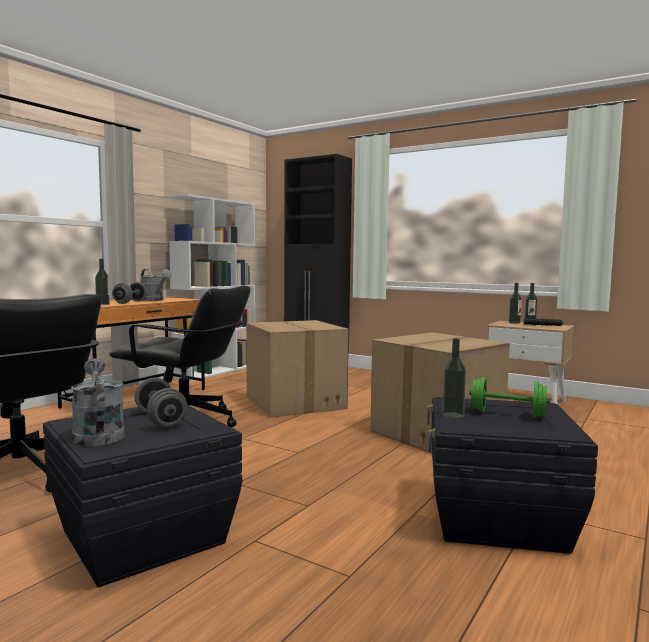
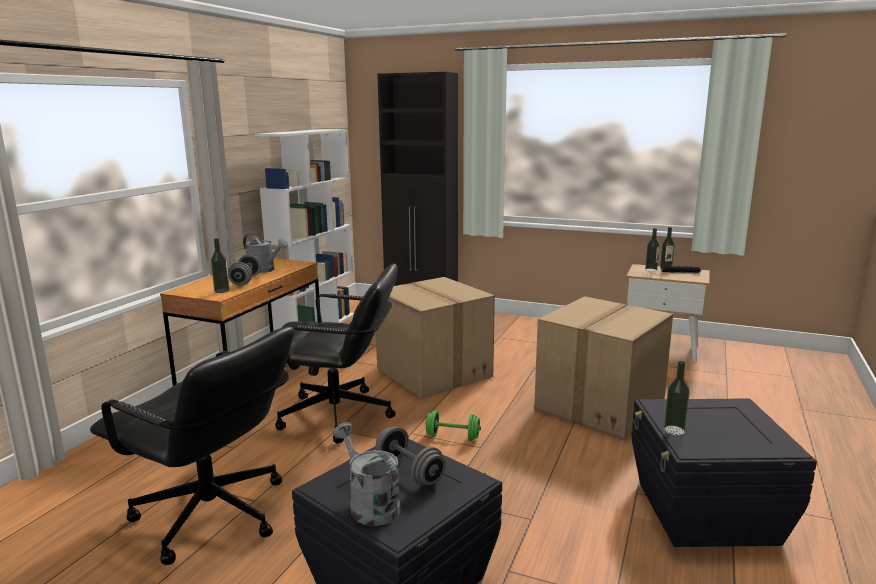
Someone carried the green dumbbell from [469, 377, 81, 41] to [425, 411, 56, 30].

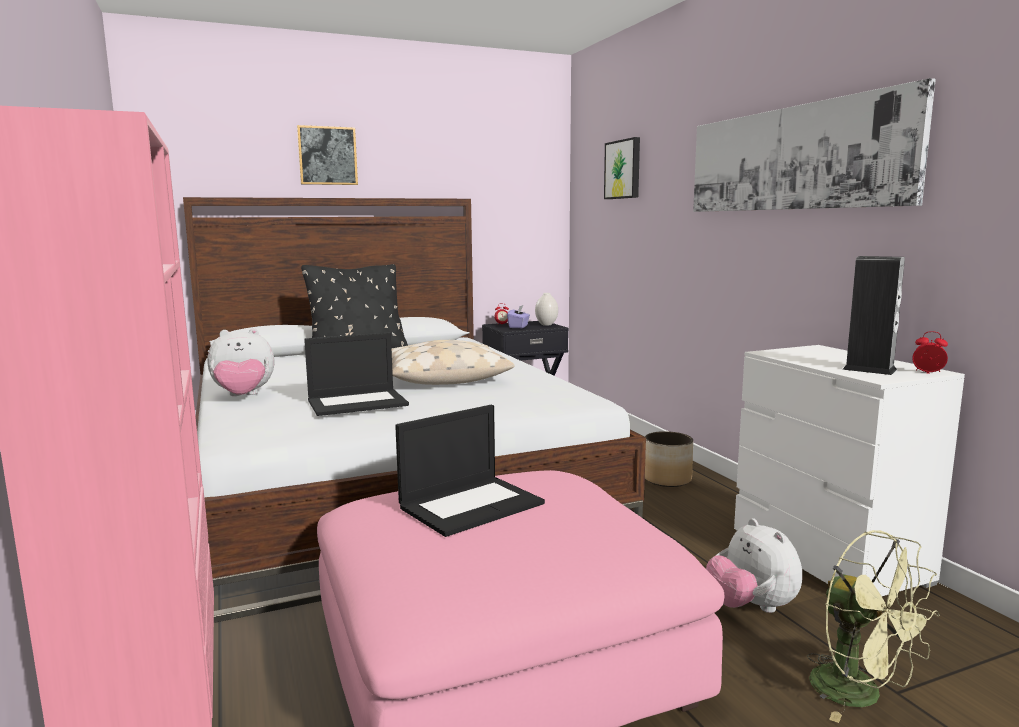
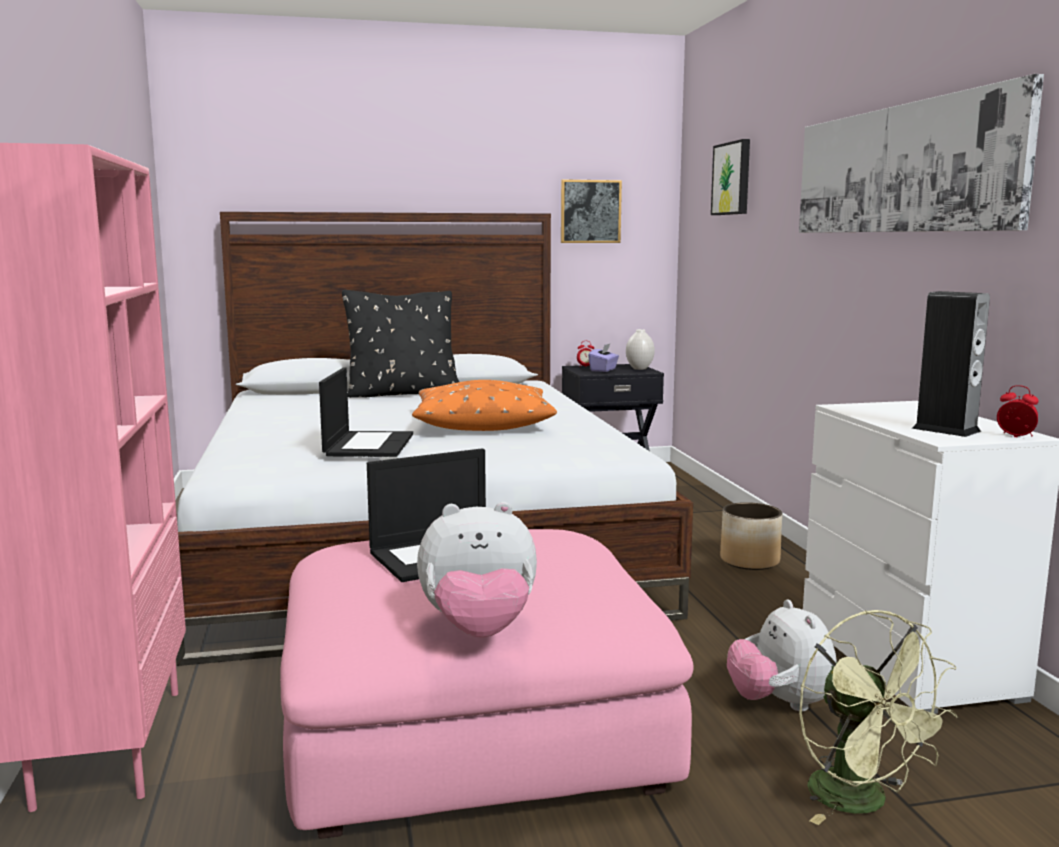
Someone rotated the laptop at [304, 333, 105, 83] by 75 degrees counterclockwise.
Someone repainted the beige pillow at [392, 340, 122, 45], which became the orange pillow at [412, 380, 145, 51].
Someone carried the plush toy from [207, 328, 67, 68] to [417, 502, 120, 136].
Someone carried the picture from [297, 125, 61, 60] to [561, 179, 61, 64].

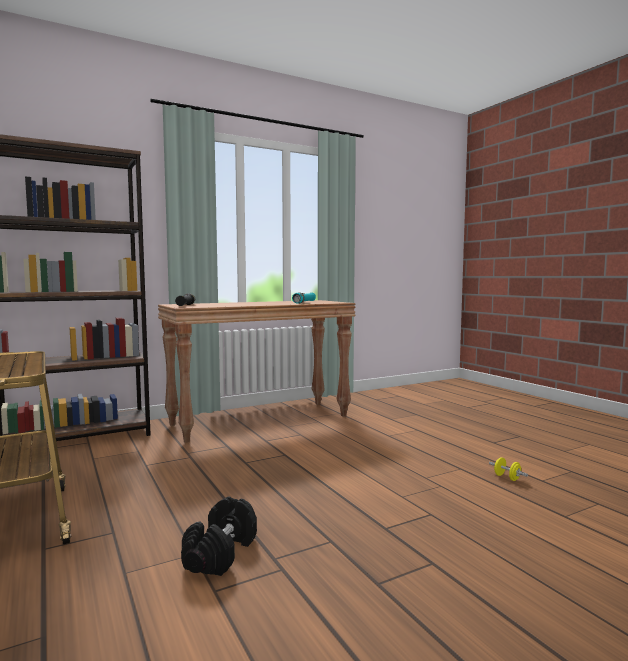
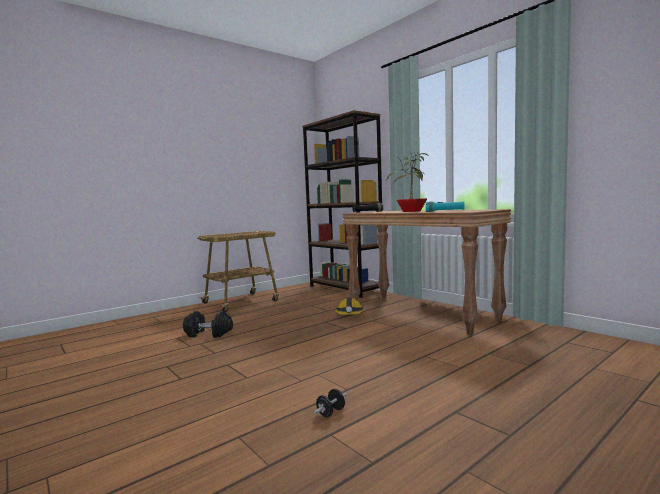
Someone repainted the yellow dumbbell at [489, 457, 39, 24], which became the black dumbbell at [314, 389, 33, 28].
Someone put down the hard hat at [335, 298, 30, 17].
Someone put down the potted plant at [386, 151, 43, 61].

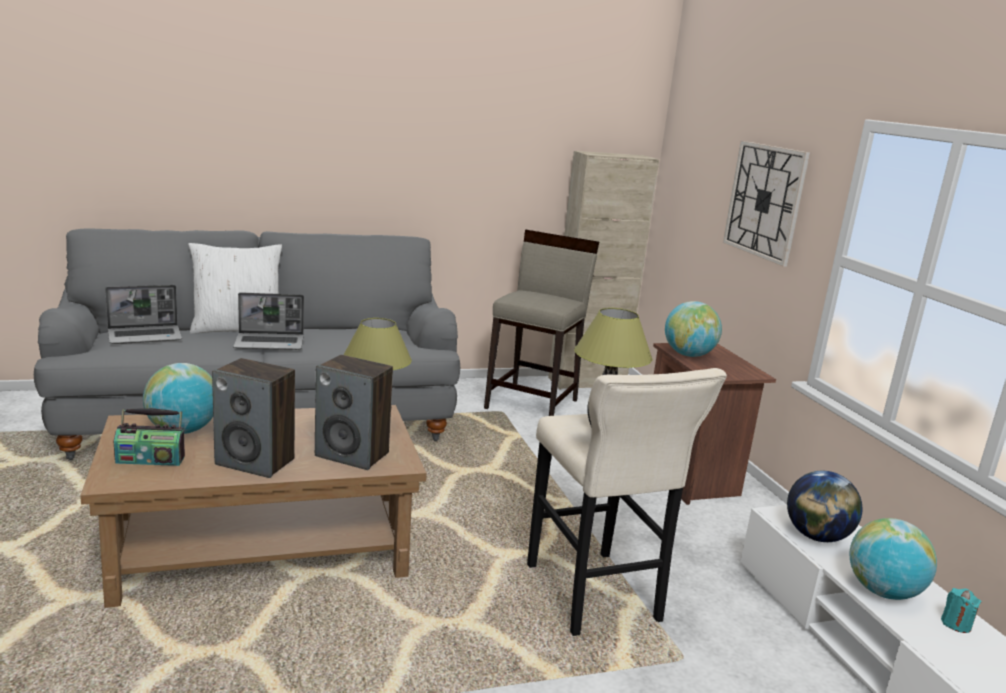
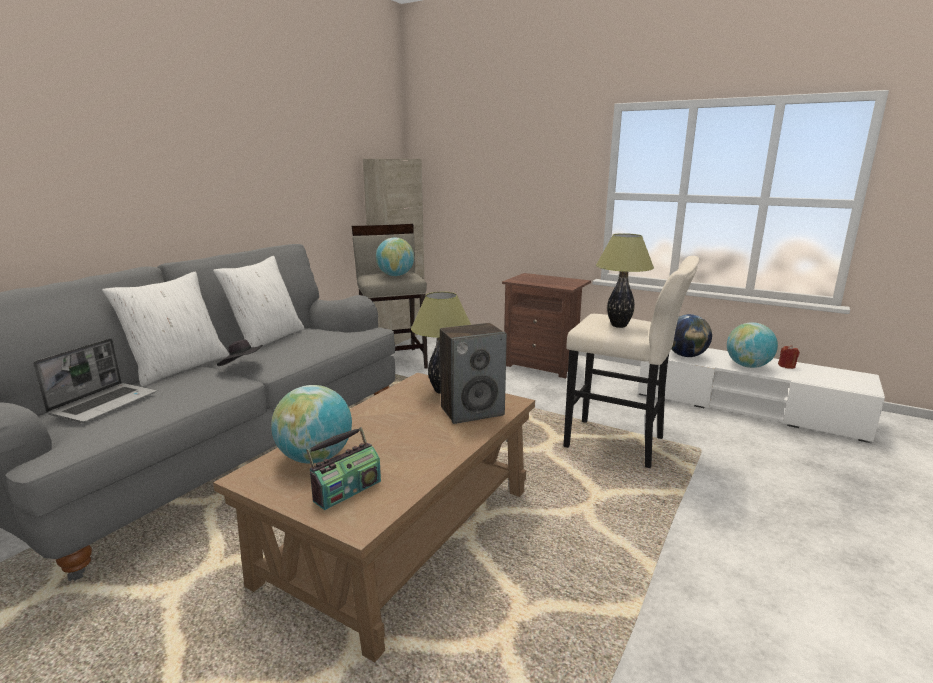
Someone put down the white pillow at [213, 256, 92, 91].
Someone swapped the laptop at [233, 292, 71, 58] for the black hat at [217, 340, 46, 26].
Someone carried the globe from [665, 301, 57, 56] to [376, 237, 38, 39].
Someone repainted the turquoise candle at [941, 588, 40, 45], which became the red candle at [778, 345, 22, 24].
Someone took away the speaker at [212, 358, 83, 120].
Someone took away the wall clock at [723, 141, 87, 126].

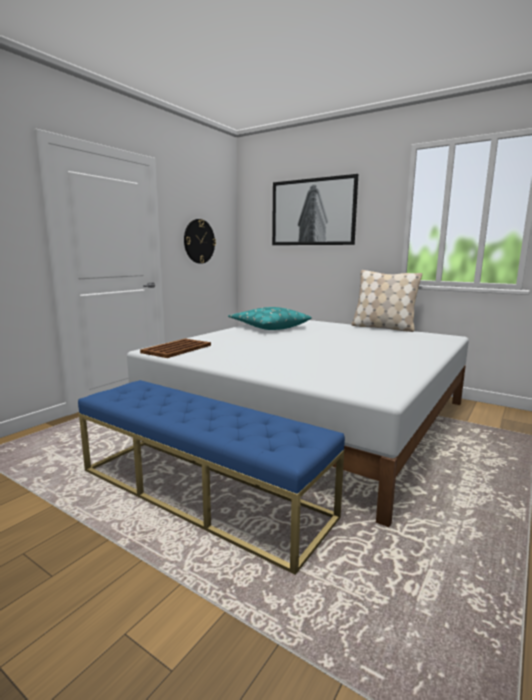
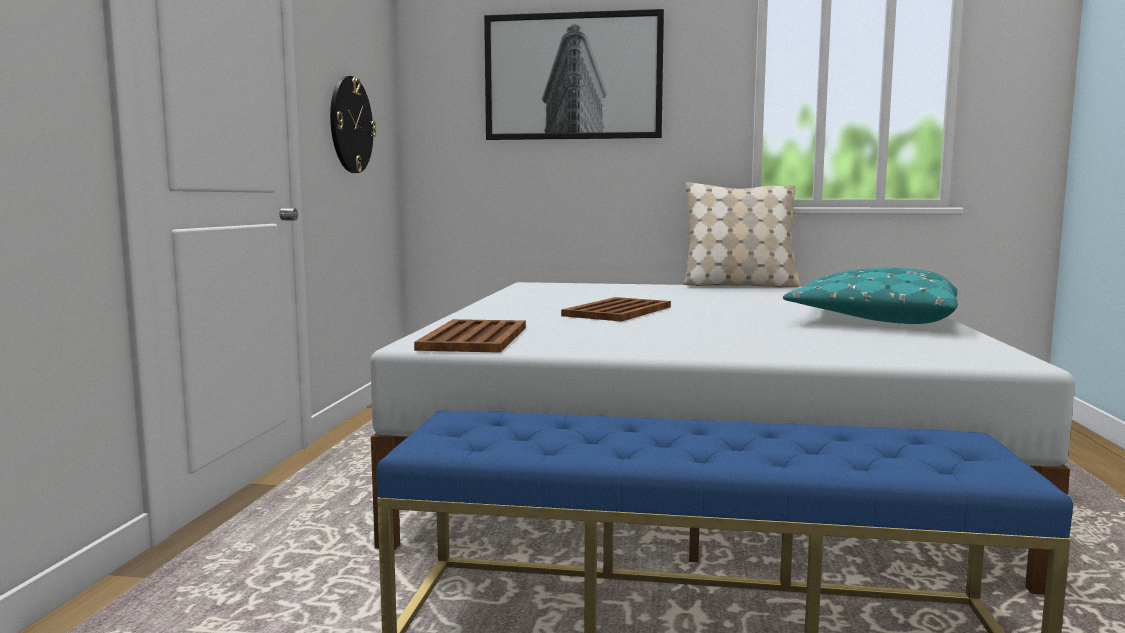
Someone put down the brown tray at [561, 297, 110, 24].
Someone carried the turquoise pillow from [228, 307, 84, 23] to [783, 268, 175, 56].

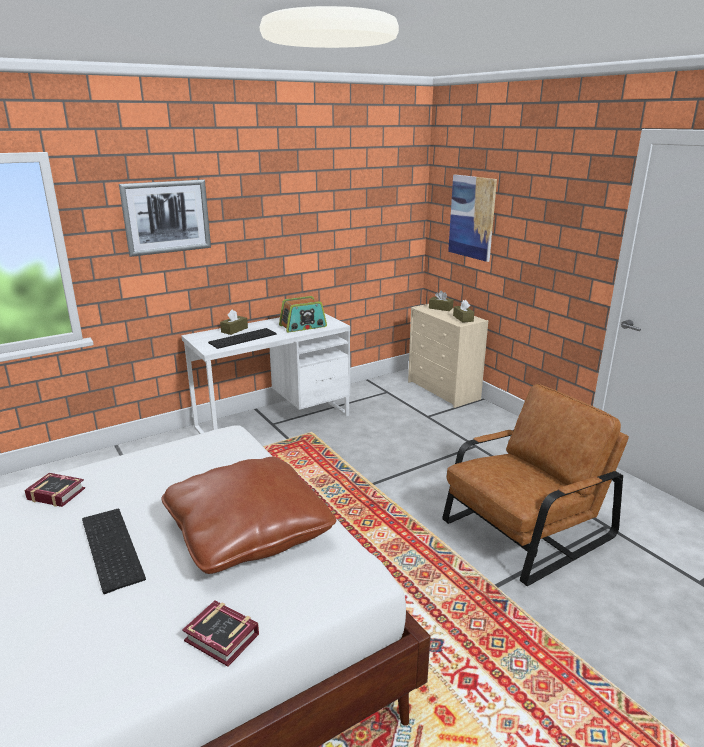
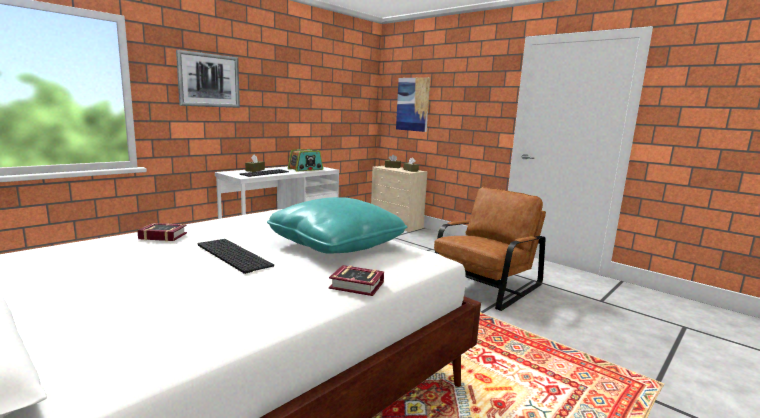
Someone repainted the brown pillow at [161, 457, 175, 117], which became the turquoise pillow at [267, 197, 140, 56].

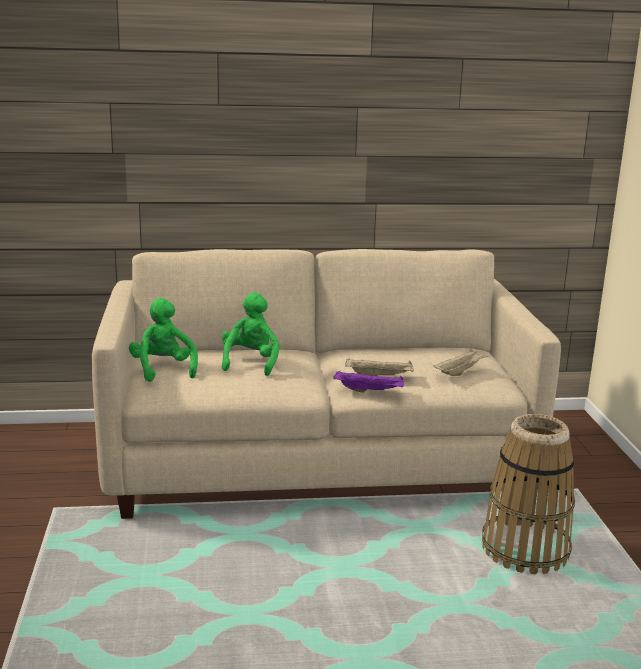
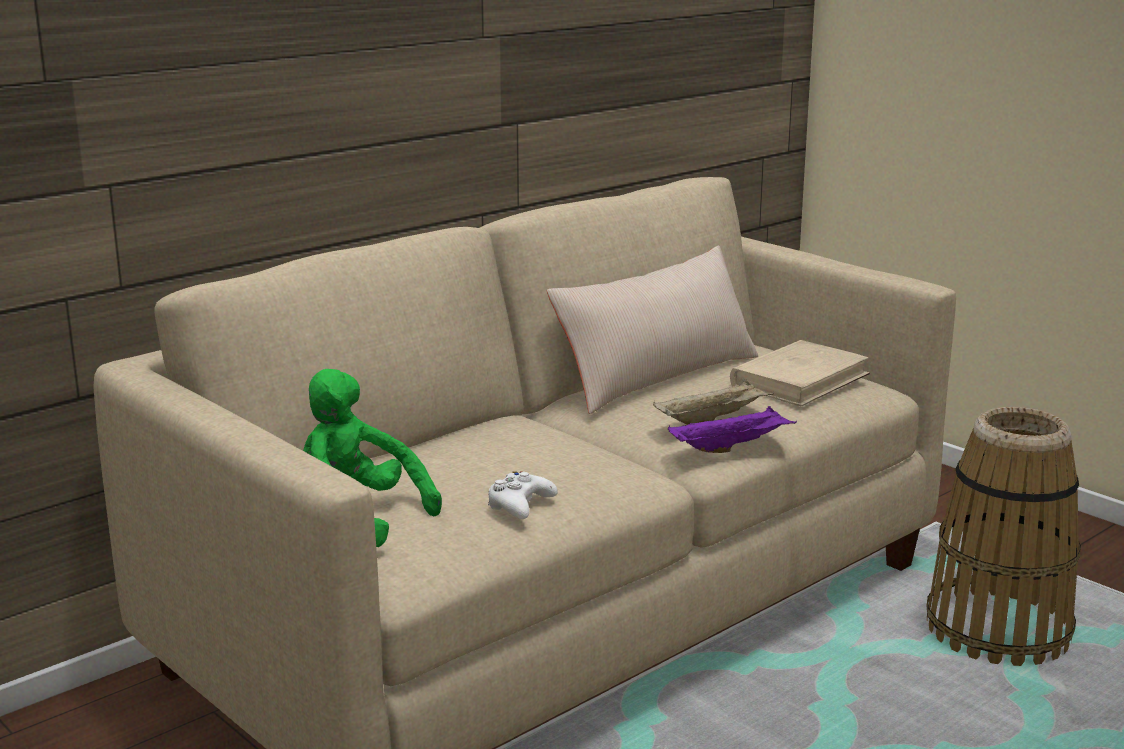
Someone put down the white game controller at [488, 471, 70, 48].
Someone put down the beige pillow at [547, 246, 211, 168].
Someone swapped the beige tray at [433, 349, 57, 27] for the beige book at [730, 340, 140, 67].
Someone took away the green plush toy at [222, 292, 57, 84].

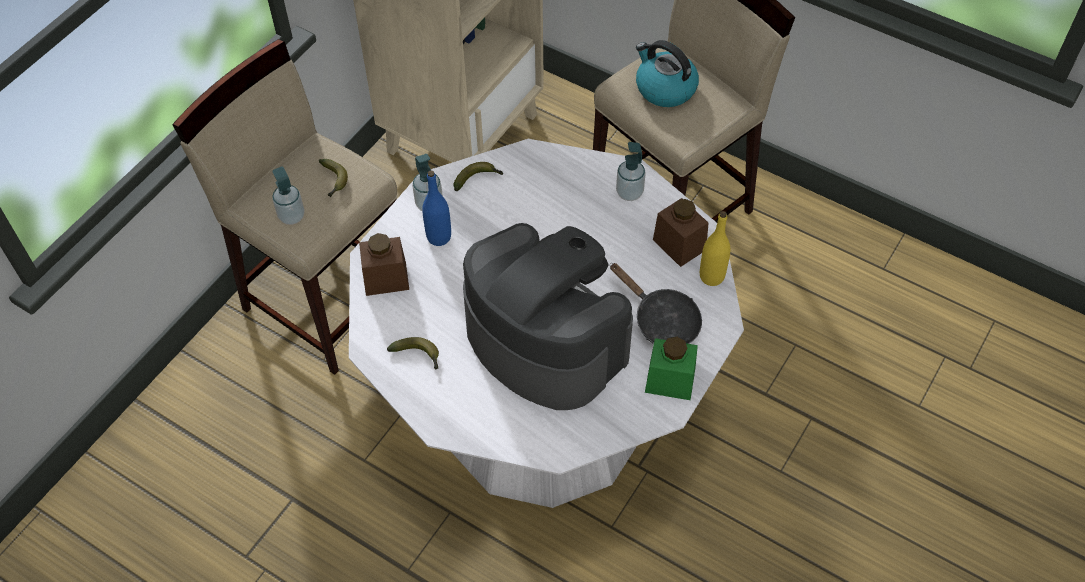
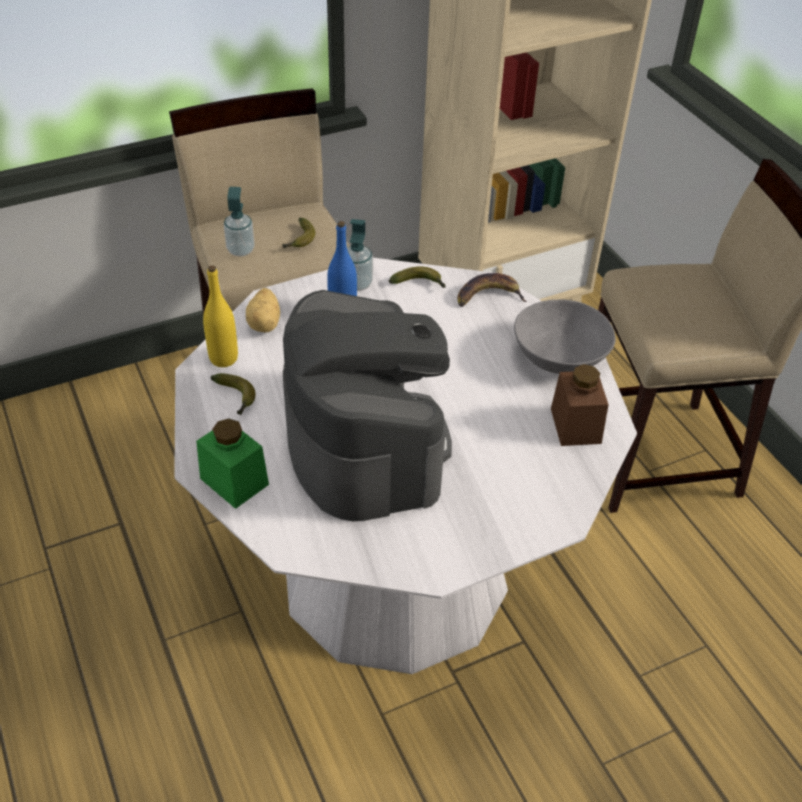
Someone carried the green jar from [645, 337, 53, 63] to [196, 418, 73, 91].
Someone carried the yellow bottle from [700, 211, 30, 75] to [203, 265, 35, 102].
Someone swapped the brown jar at [359, 233, 50, 63] for the potato at [246, 288, 34, 45].
Someone put down the banana at [457, 273, 70, 34].
Someone swapped the soap dispenser at [616, 142, 29, 59] for the grey bowl at [514, 299, 101, 75].
Someone took away the black frying pan at [610, 263, 92, 81].
Someone took away the kettle at [636, 40, 63, 67].

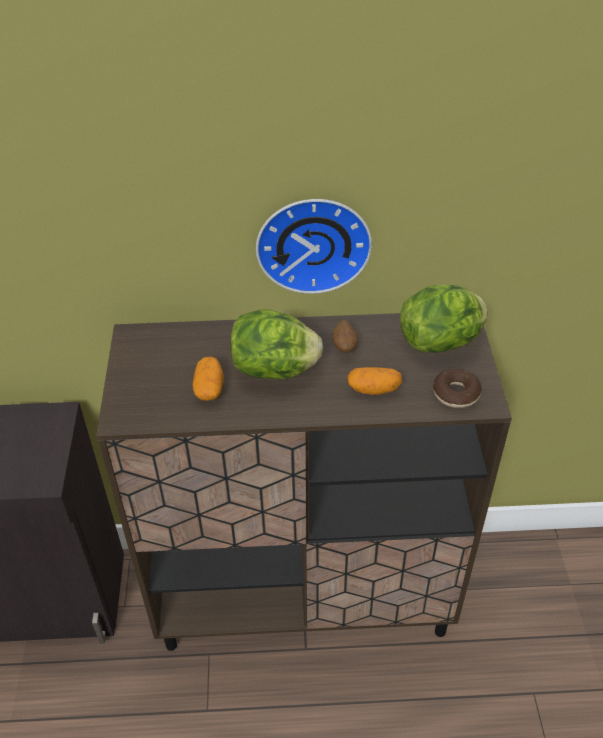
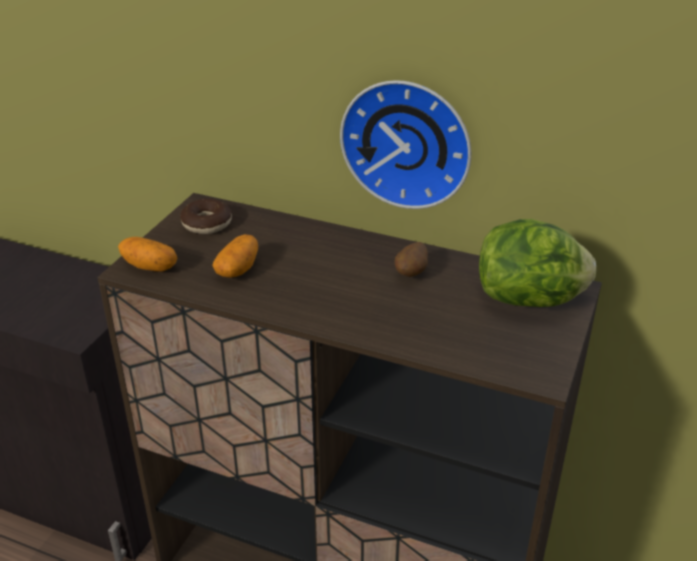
Someone carried the potato from [347, 367, 55, 28] to [118, 237, 59, 35].
Someone carried the donut from [433, 369, 49, 39] to [180, 199, 52, 35].
Someone took away the lettuce at [230, 309, 93, 70].

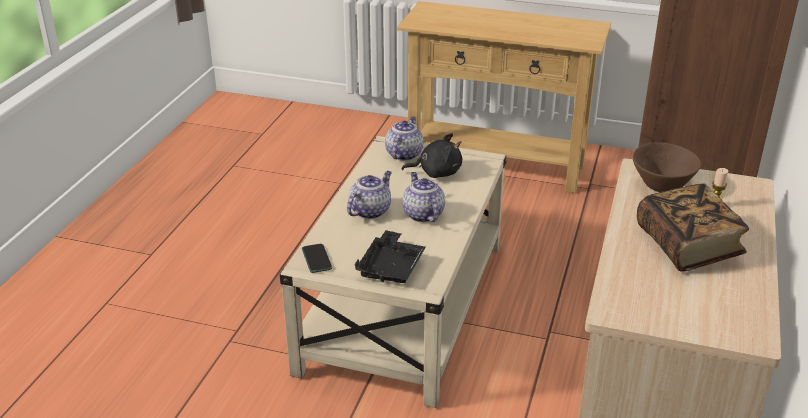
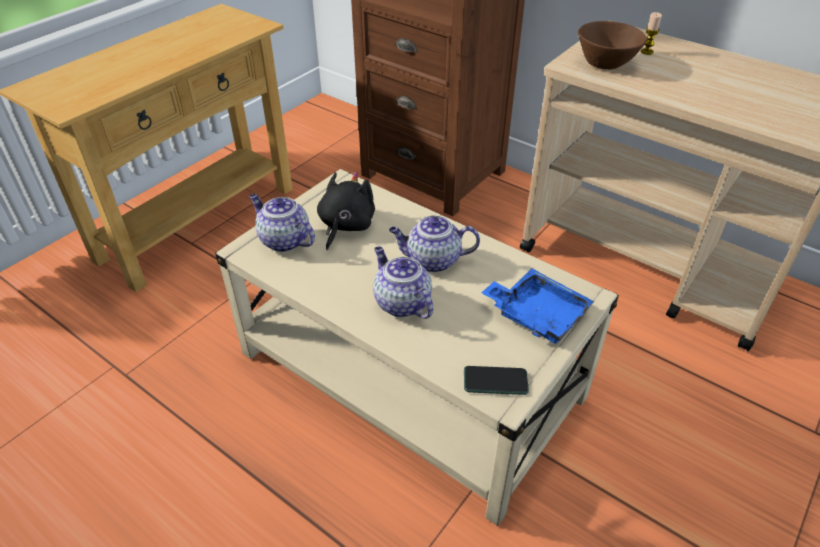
Someone repainted the black tray at [354, 230, 72, 53], which became the blue tray at [481, 268, 113, 76].
Someone took away the book at [637, 183, 112, 89].

